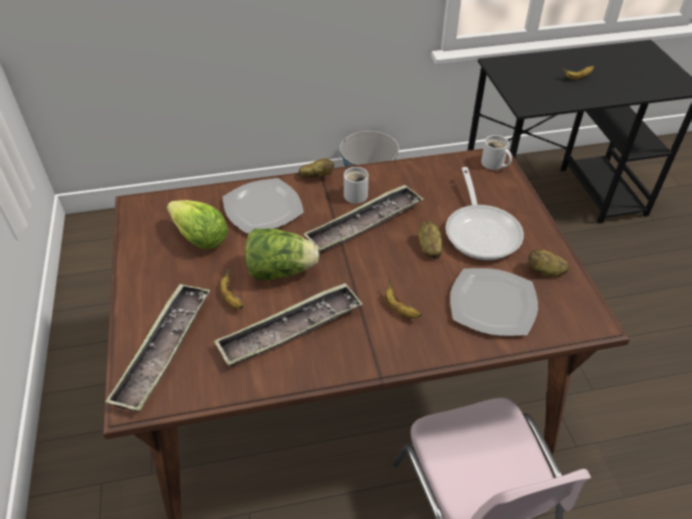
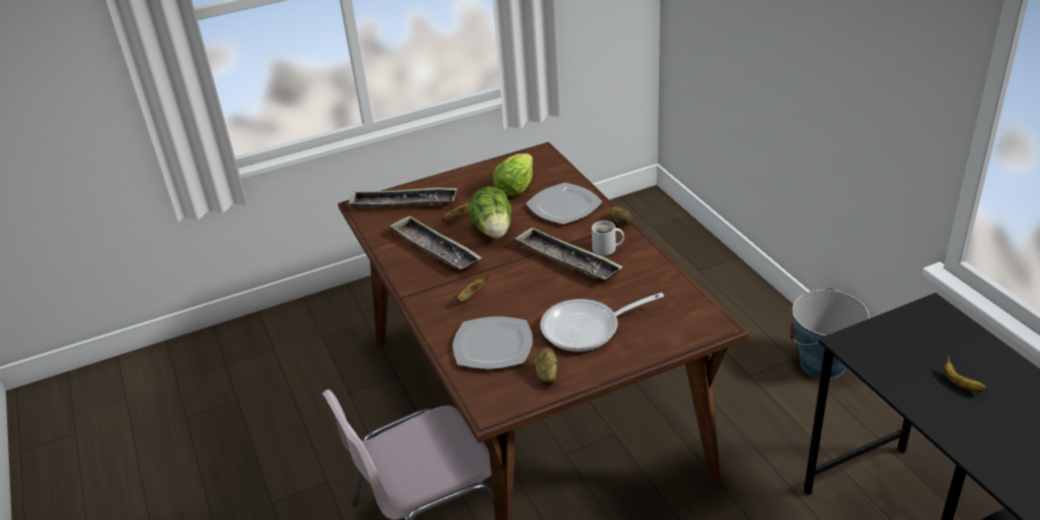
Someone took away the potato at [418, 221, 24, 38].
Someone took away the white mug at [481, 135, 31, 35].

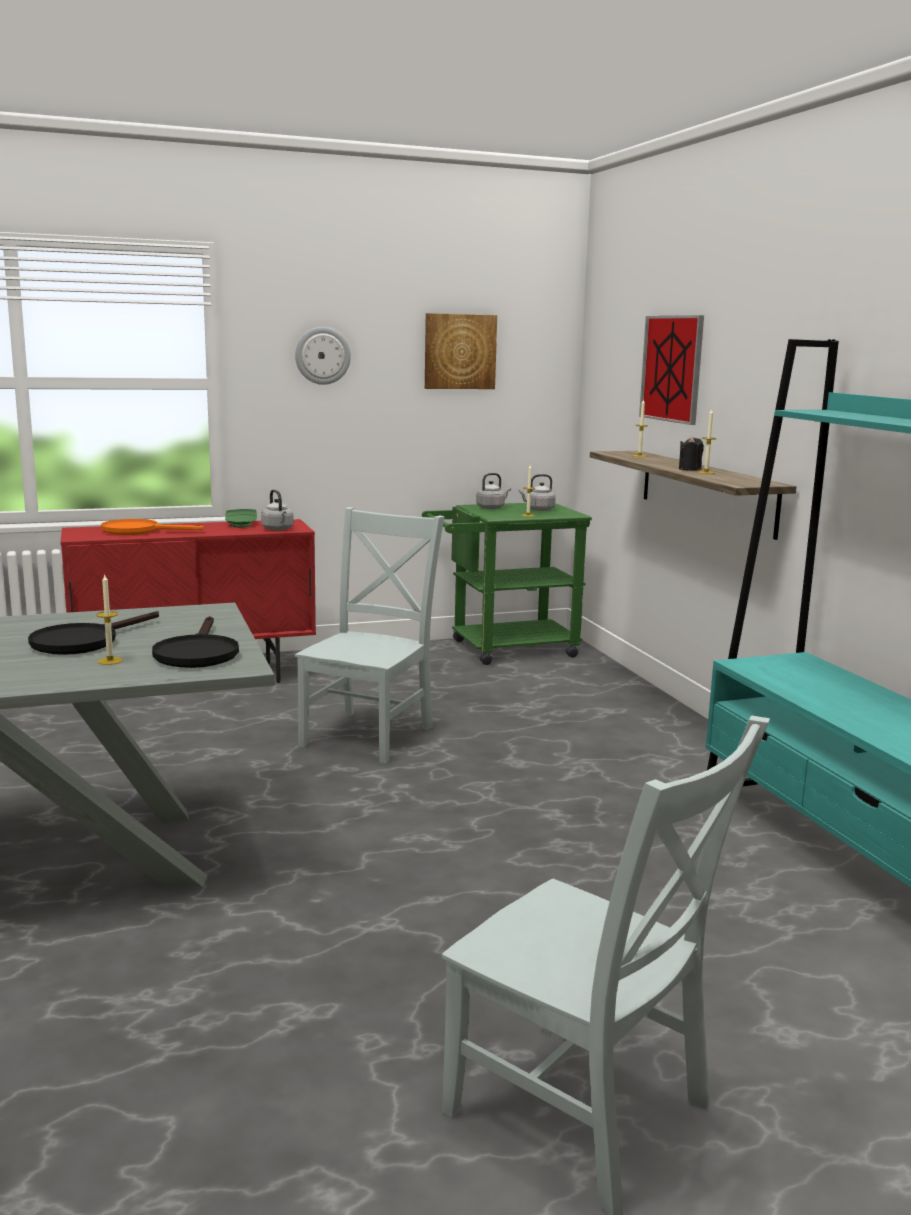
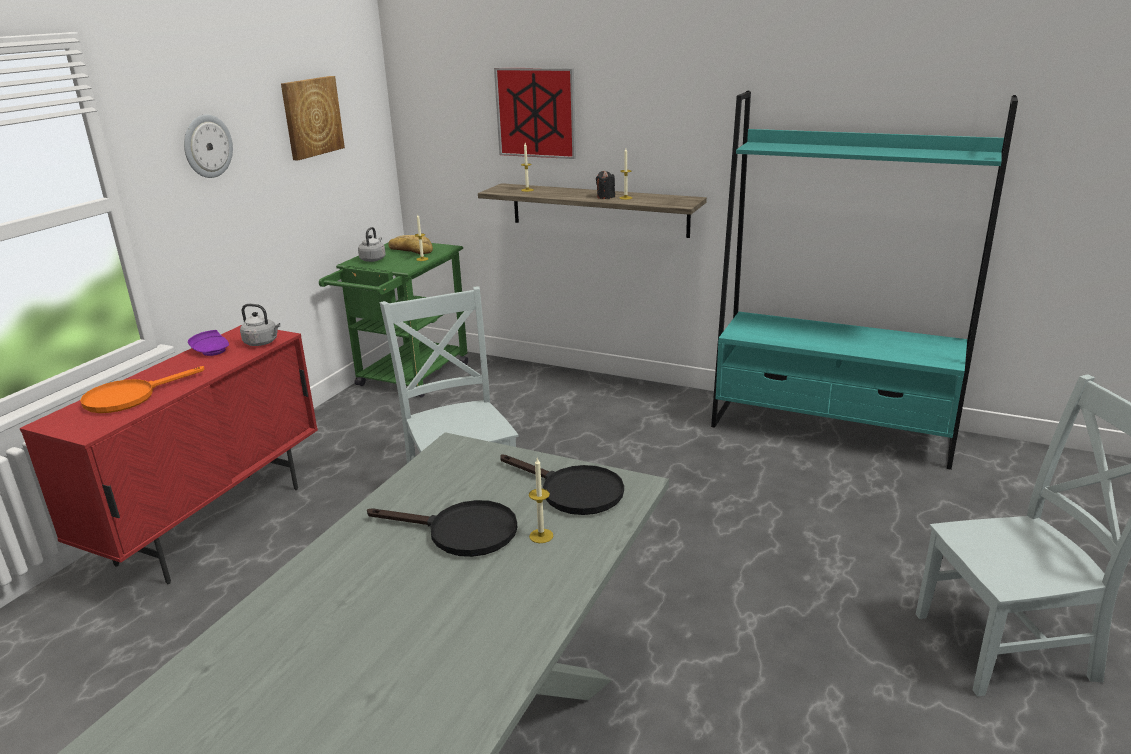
Someone repainted the green plate at [225, 509, 32, 19], which became the purple plate at [188, 330, 41, 26].
Someone rotated the black frying pan at [28, 611, 131, 44] by 60 degrees counterclockwise.
Someone swapped the grey kettle at [519, 474, 37, 37] for the bread at [388, 235, 45, 19].

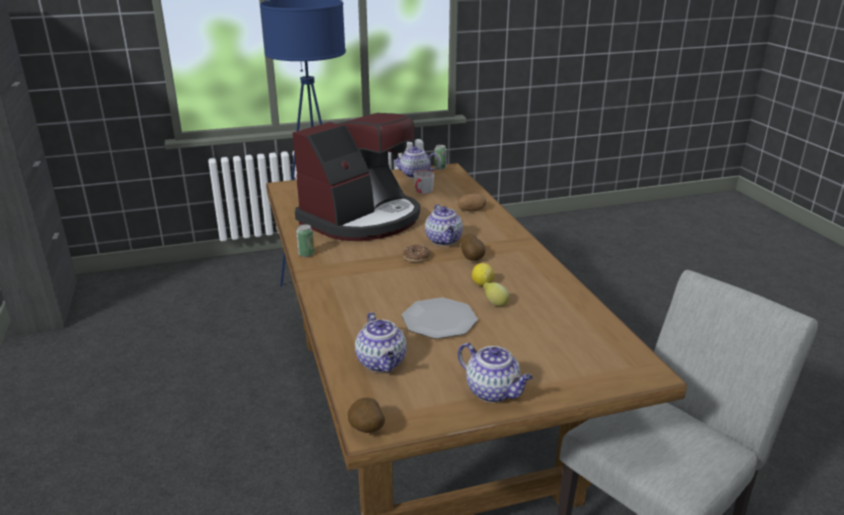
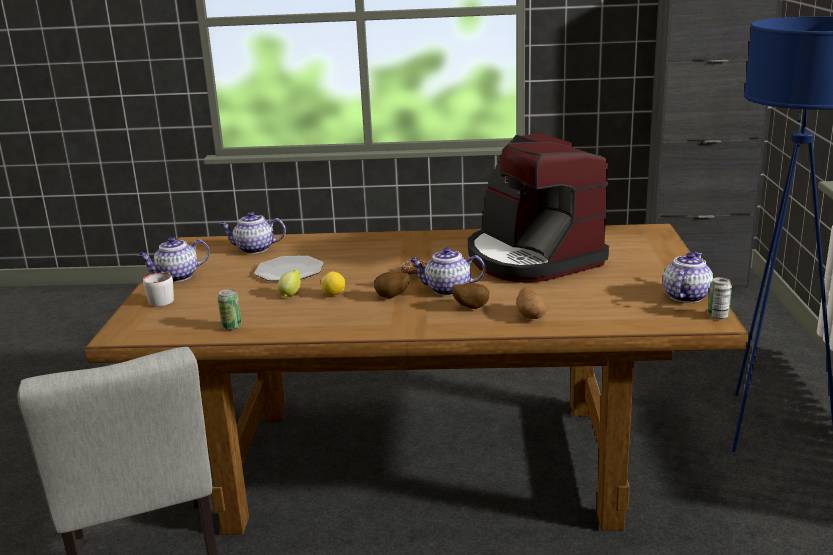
Someone carried the grey mug from [414, 170, 20, 24] to [143, 273, 31, 34].
Someone carried the can from [296, 224, 18, 33] to [218, 289, 24, 41].
Someone carried the potato from [348, 398, 37, 35] to [452, 283, 37, 26].

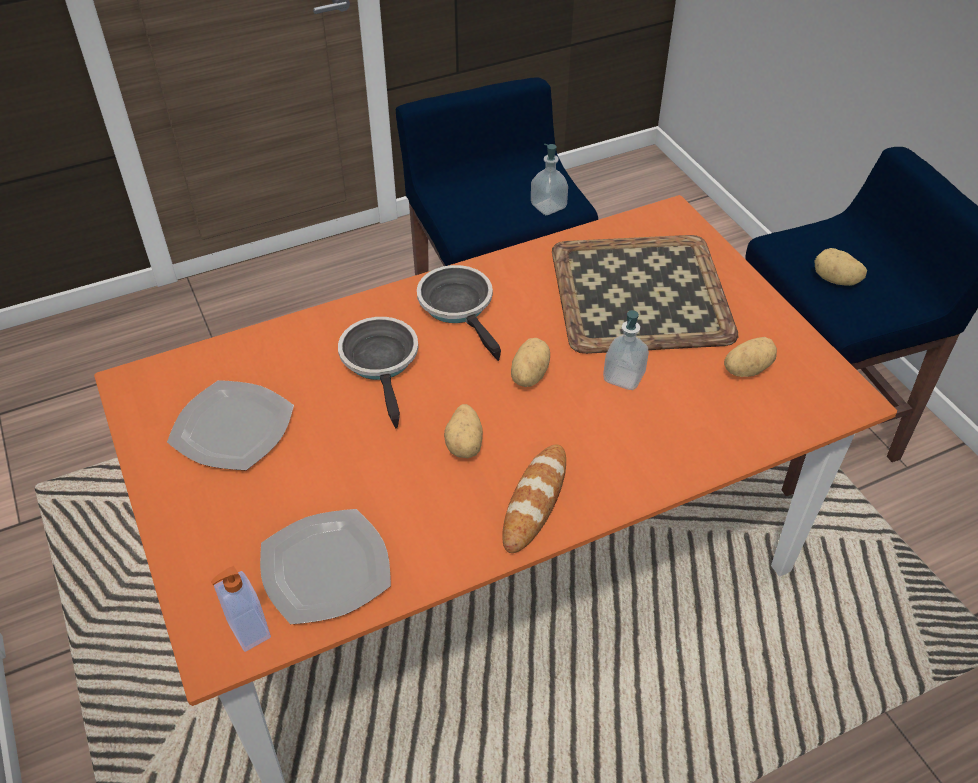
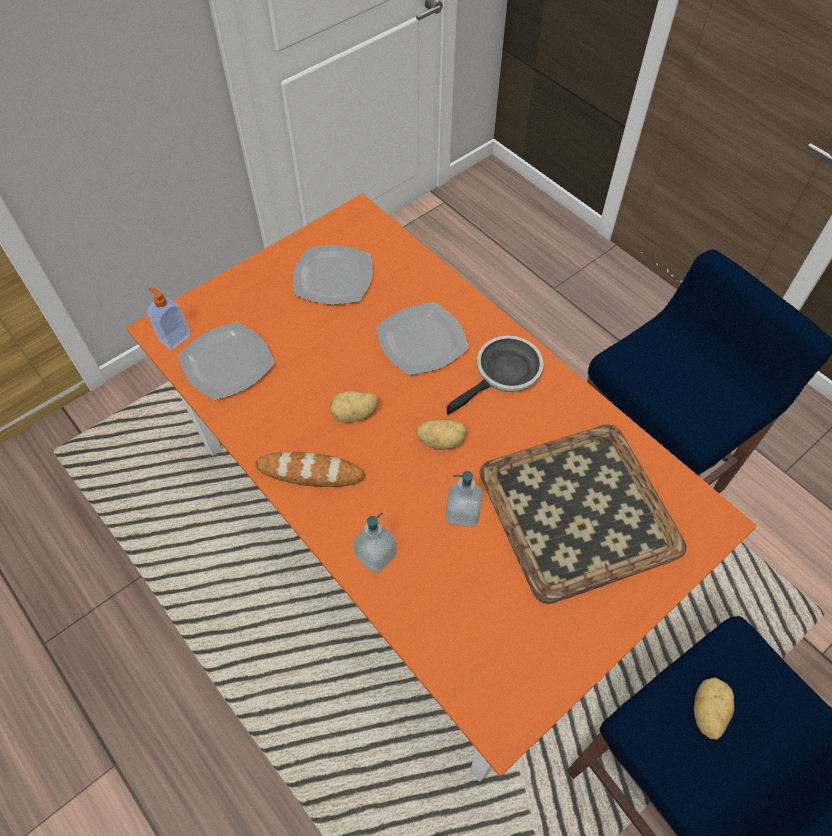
Someone carried the soap dispenser from [531, 144, 37, 71] to [353, 513, 44, 60].
Someone swapped the frying pan at [338, 317, 80, 111] for the plate at [376, 302, 93, 73].
Someone took away the potato at [724, 337, 53, 40].

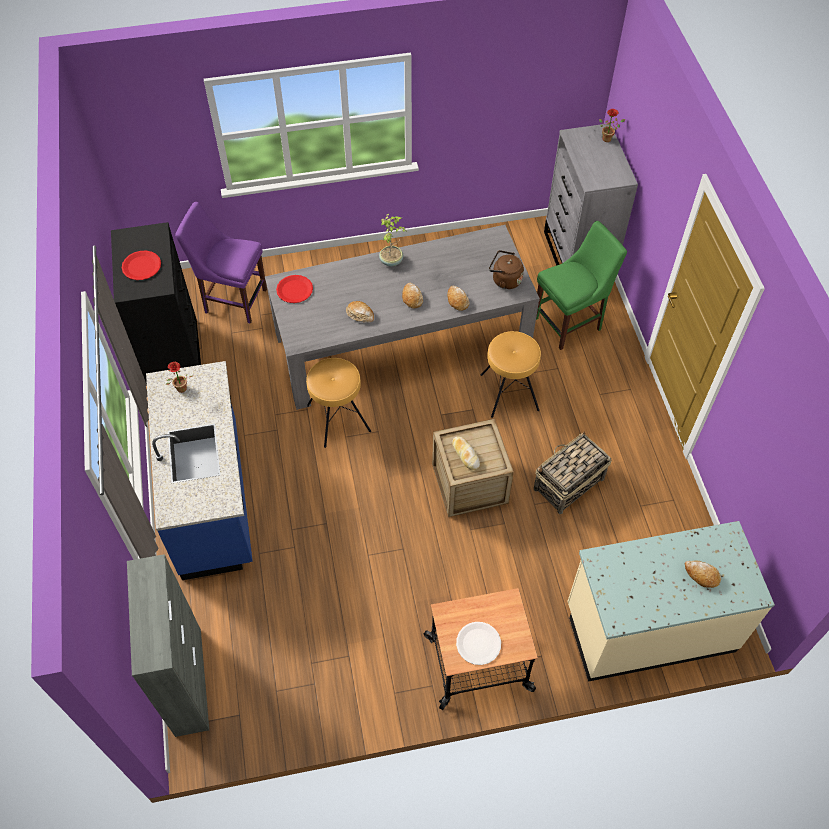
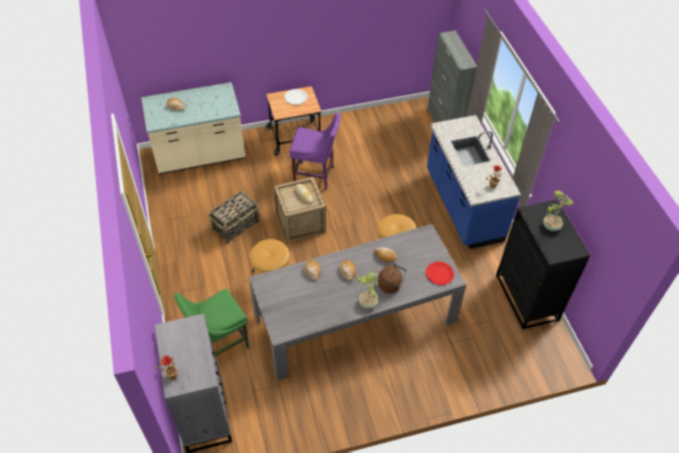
Someone carried the purple chair from [175, 202, 92, 122] to [289, 113, 52, 77].
Someone carried the brown kettle from [489, 250, 35, 39] to [378, 264, 28, 29].
Someone swapped the red plate at [122, 251, 39, 29] for the potted plant at [543, 190, 31, 41].

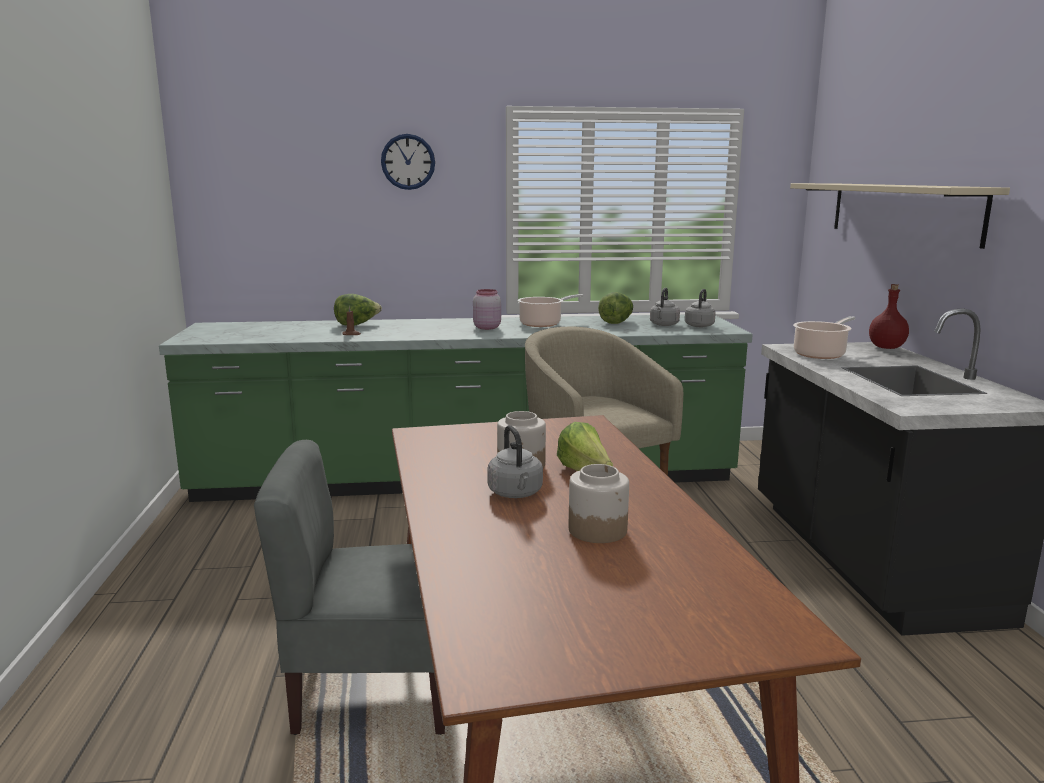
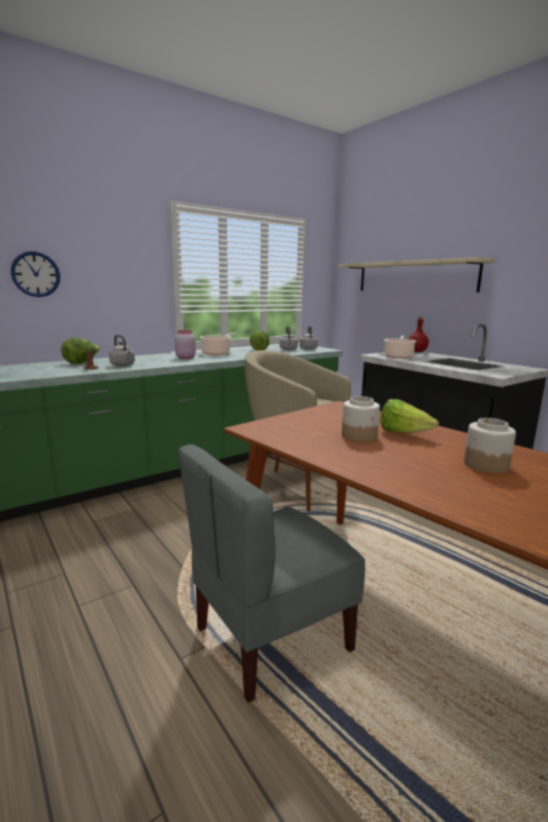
Someone carried the wall clock from [381, 134, 54, 56] to [11, 251, 49, 46].
Someone carried the grey kettle from [487, 425, 56, 73] to [109, 335, 26, 31].

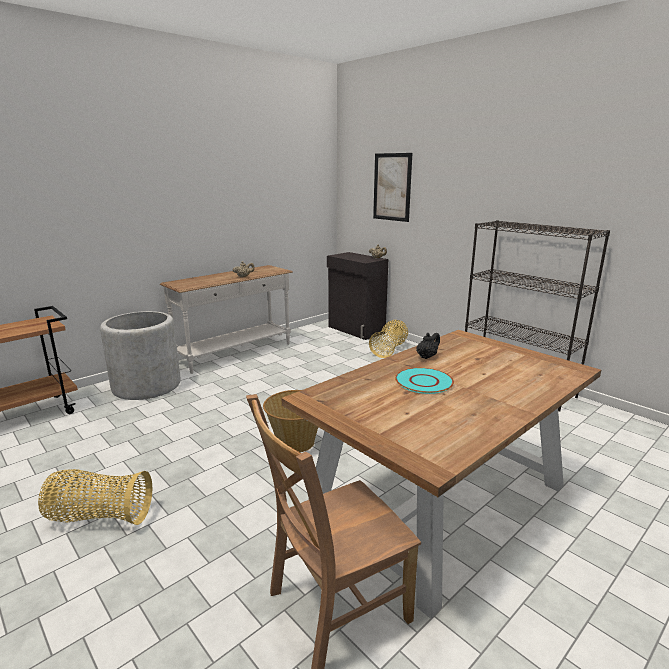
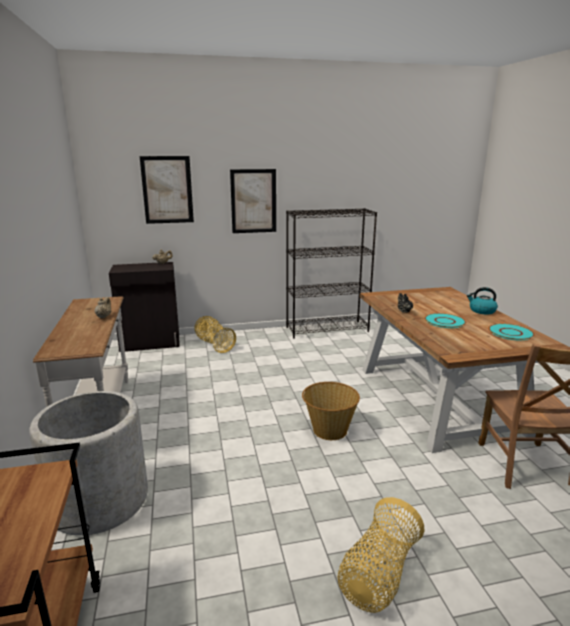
Someone put up the picture at [230, 169, 46, 64].
Someone put down the kettle at [467, 287, 31, 27].
Someone put down the turquoise plate at [488, 324, 47, 16].

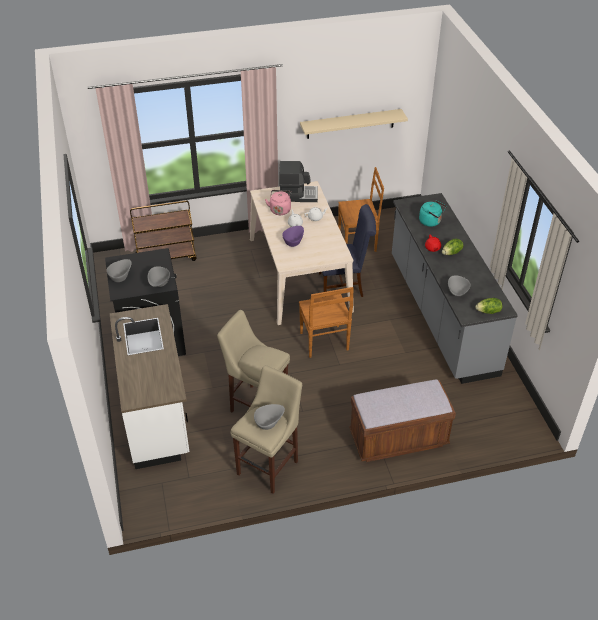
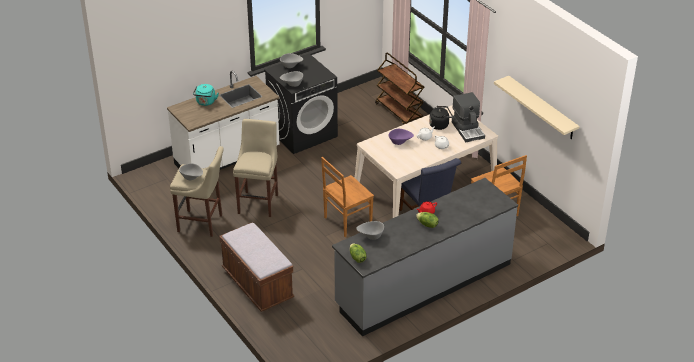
Someone carried the turquoise kettle from [419, 201, 28, 26] to [193, 84, 26, 22].
Someone repainted the pink kettle at [265, 190, 27, 25], which became the black kettle at [429, 106, 24, 24].

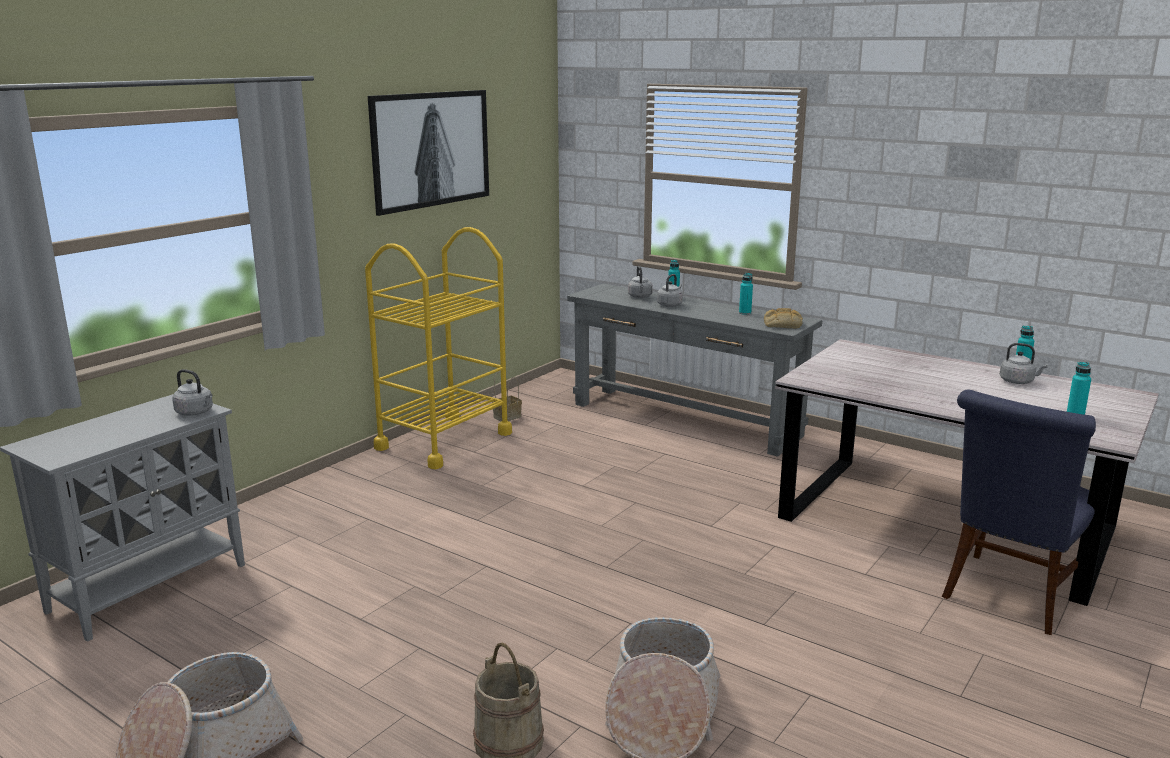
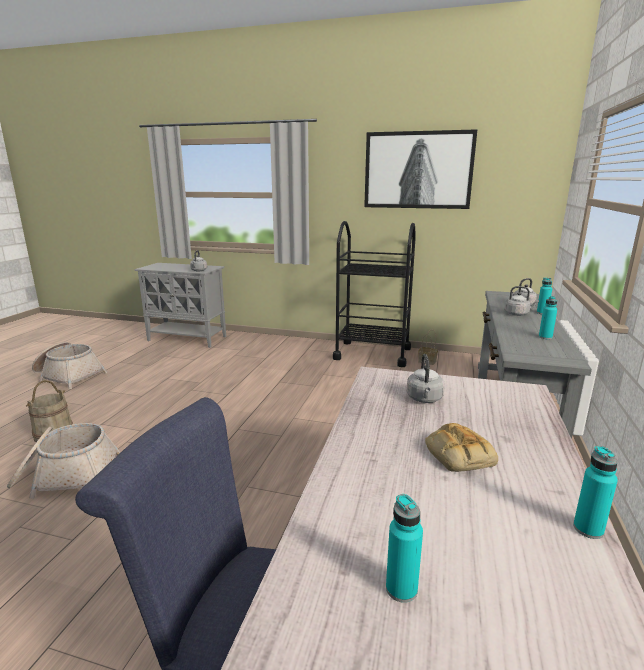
Someone repainted the yellow cart at [365, 227, 147, 242], which became the black cart at [333, 221, 83, 146].
Someone carried the grey kettle from [1000, 343, 48, 41] to [407, 354, 38, 49].
Someone carried the bread from [764, 308, 39, 20] to [425, 423, 73, 49].

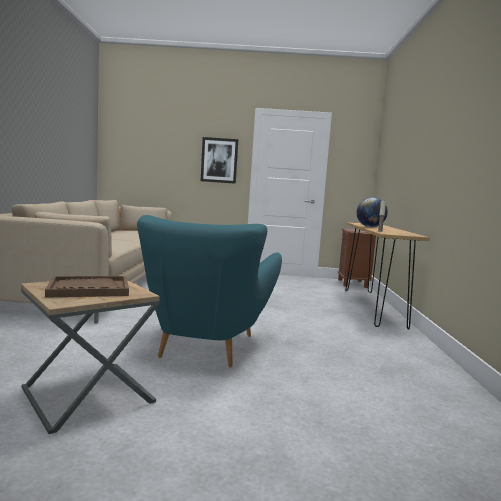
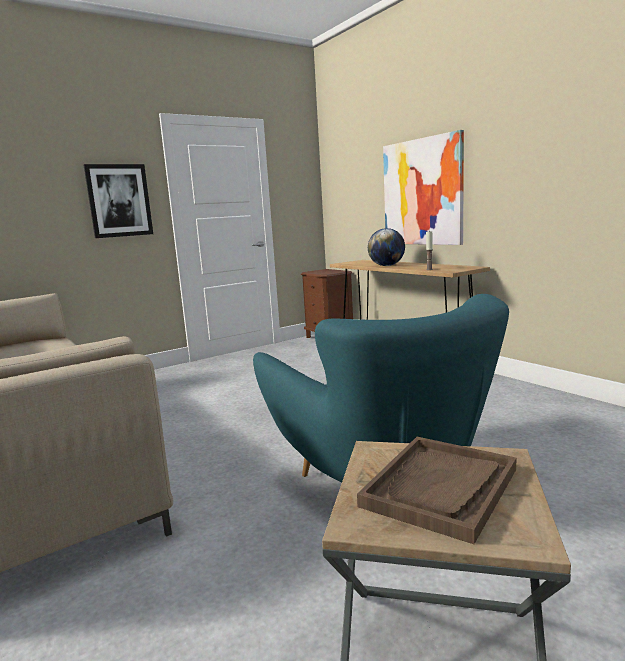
Someone put up the picture at [383, 130, 81, 115].

